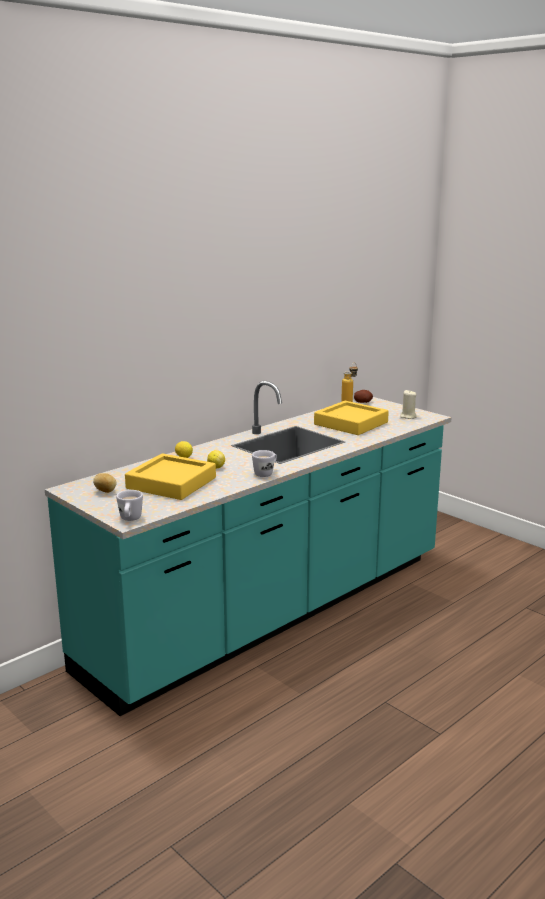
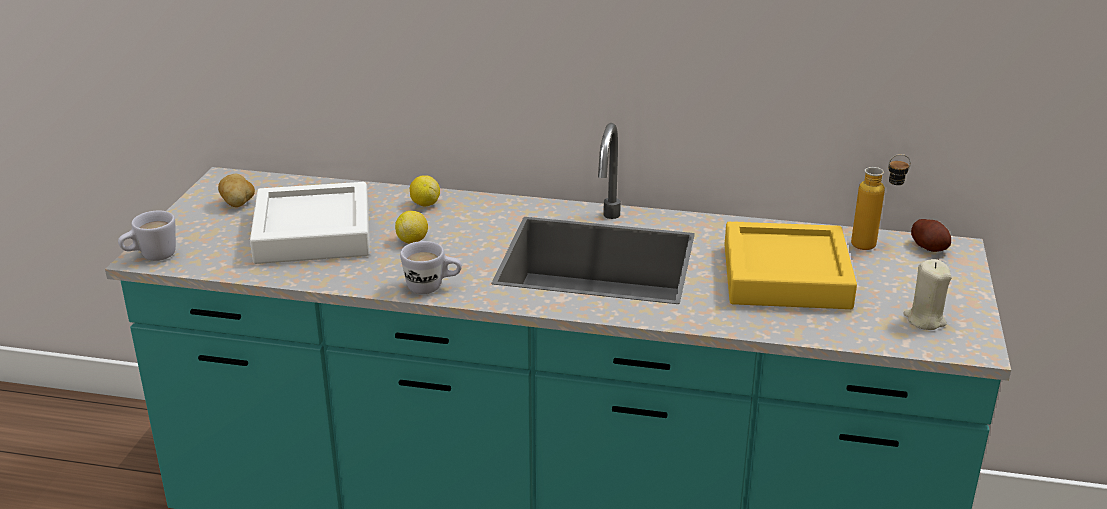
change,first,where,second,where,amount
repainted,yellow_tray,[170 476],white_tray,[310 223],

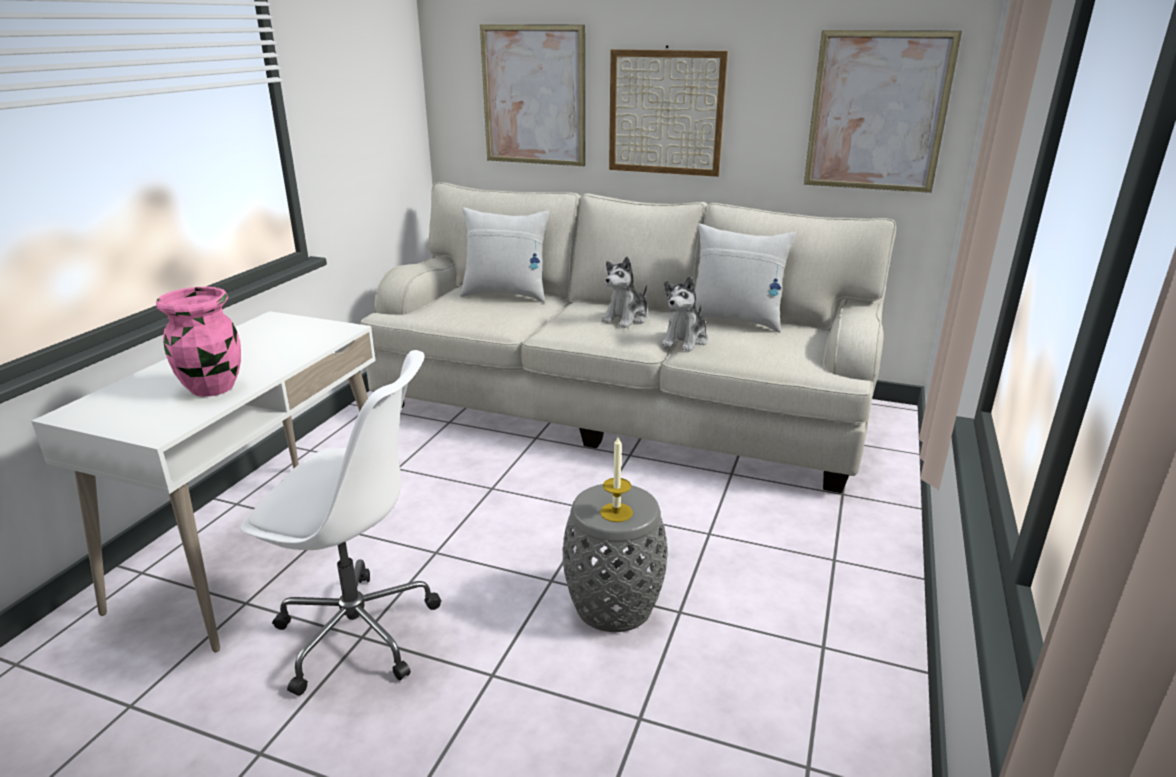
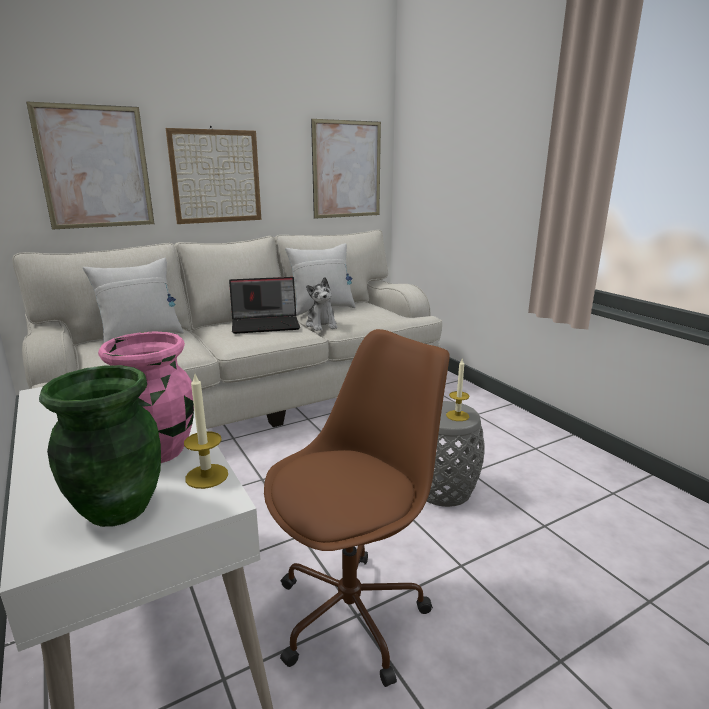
change,first,where,second,where,amount
new,,,green_vase,[100 446],
new,,,candle,[206 430],
swapped,plush_toy,[624 292],laptop,[264 305],
repainted,white_office_chair,[341 523],brown_office_chair,[357 508],

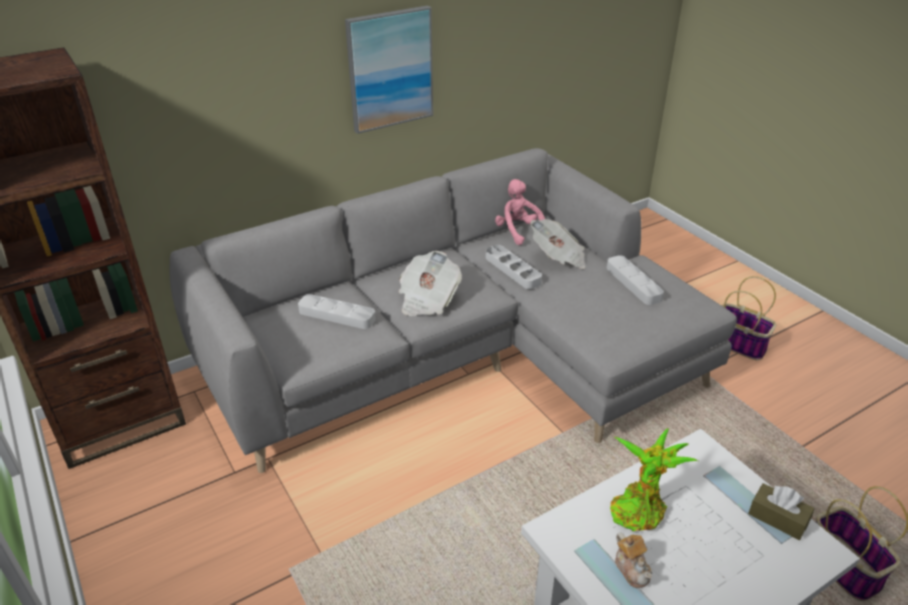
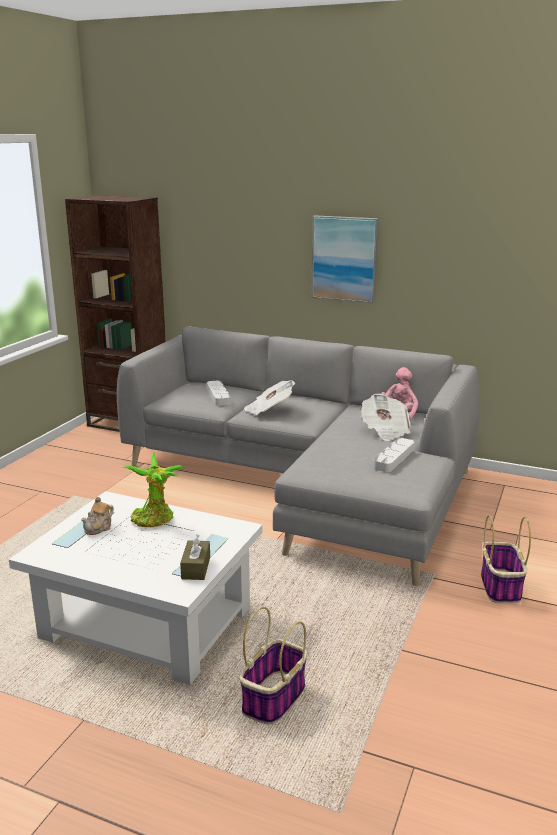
change,first,where,second,where,amount
gone,grey_tray,[514 267],,,

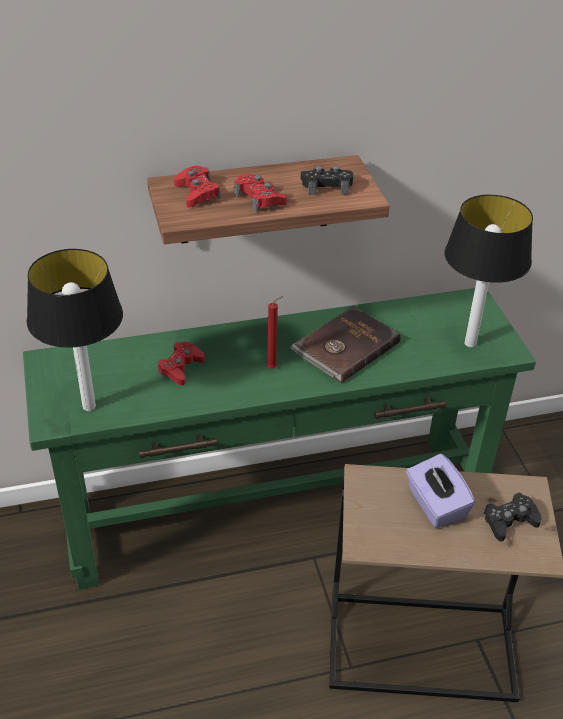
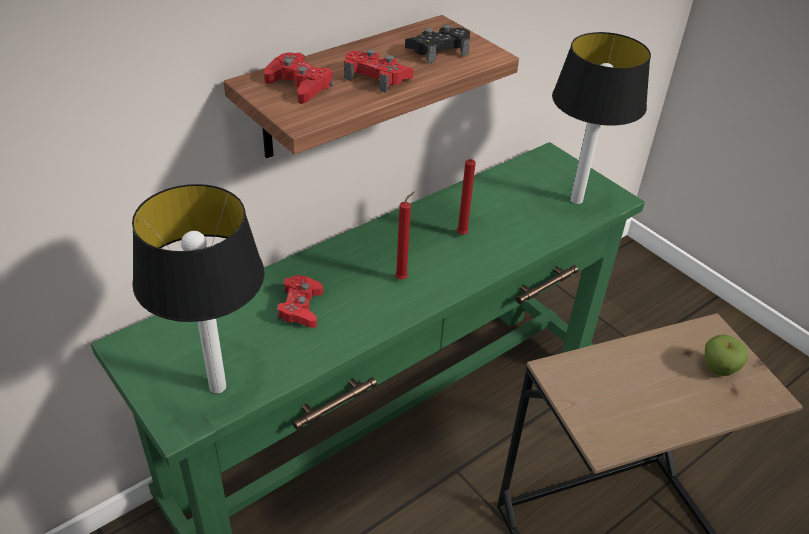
change,first,where,second,where,amount
swapped,brown_book,[345 344],red_candle,[466 196],
swapped,black_game_controller,[513 517],apple,[726 355],
gone,purple_tissue_box,[440 491],,,

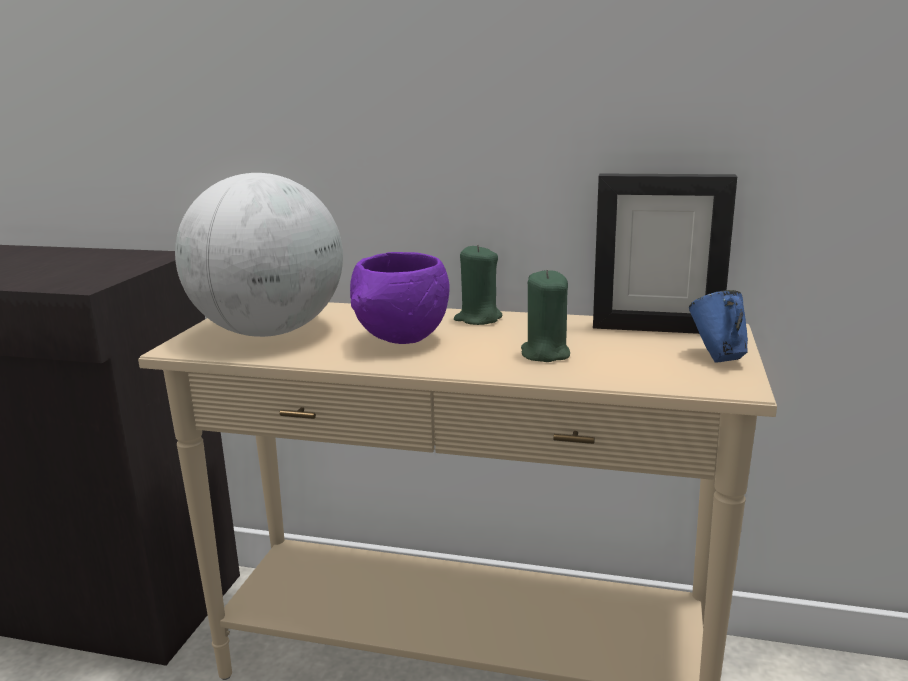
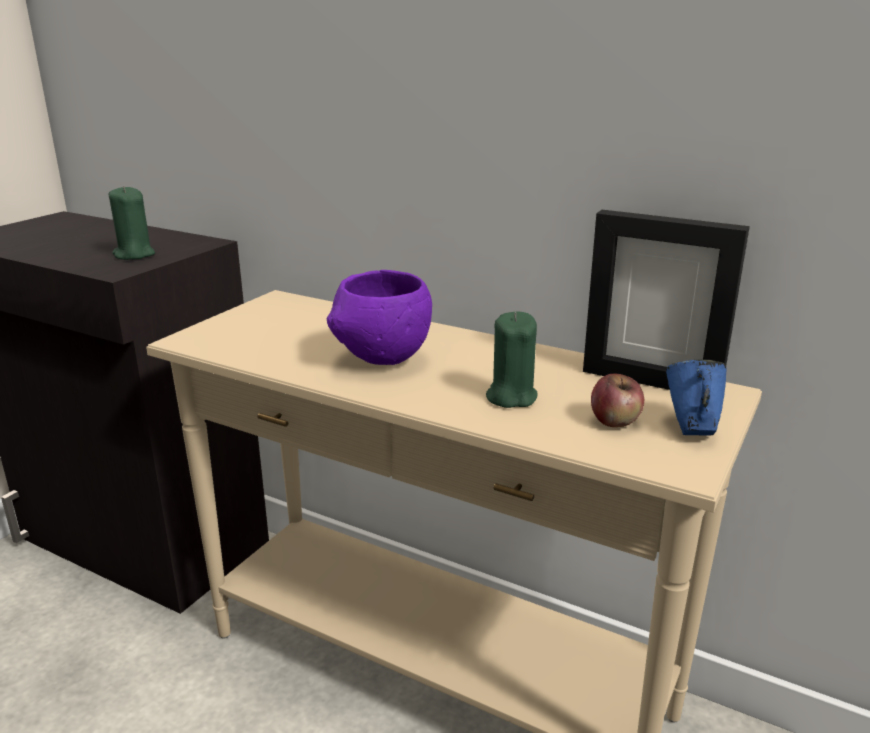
change,first,where,second,where,amount
shifted,green_candle,[478 284],,[132 223],
new,,,apple,[617 400],
gone,globe,[259 255],,,

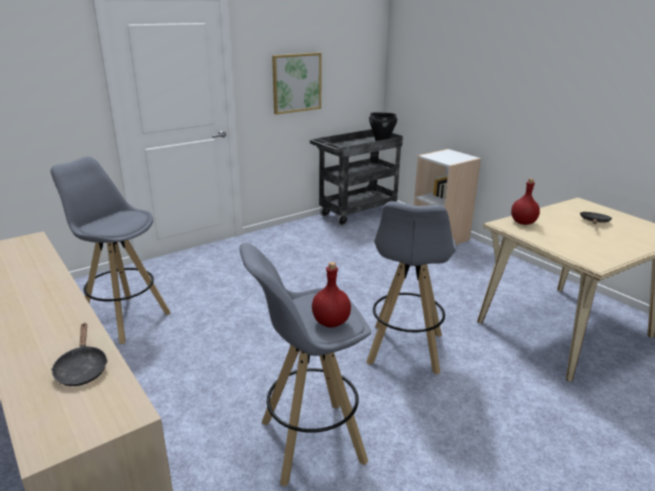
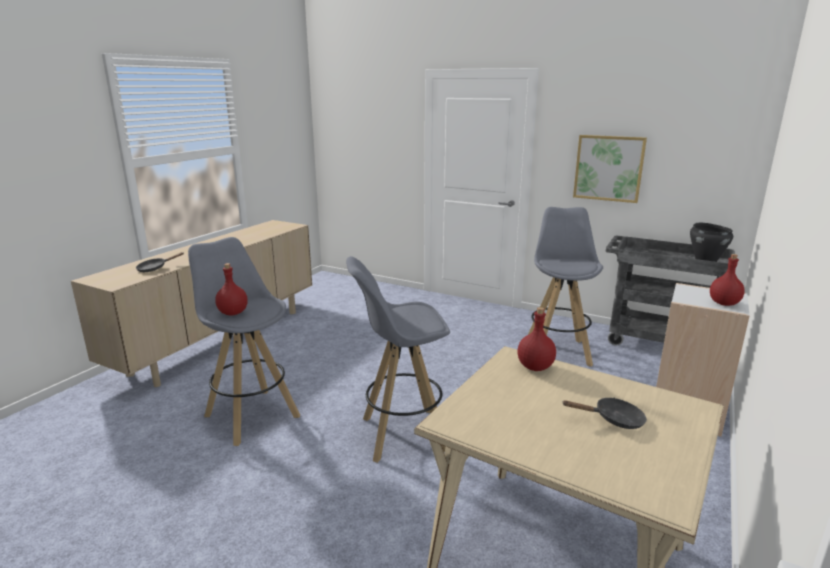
change,first,where,second,where,amount
shifted,grey_stool,[110 250],,[565 287],
new,,,red_bottle,[727 280],

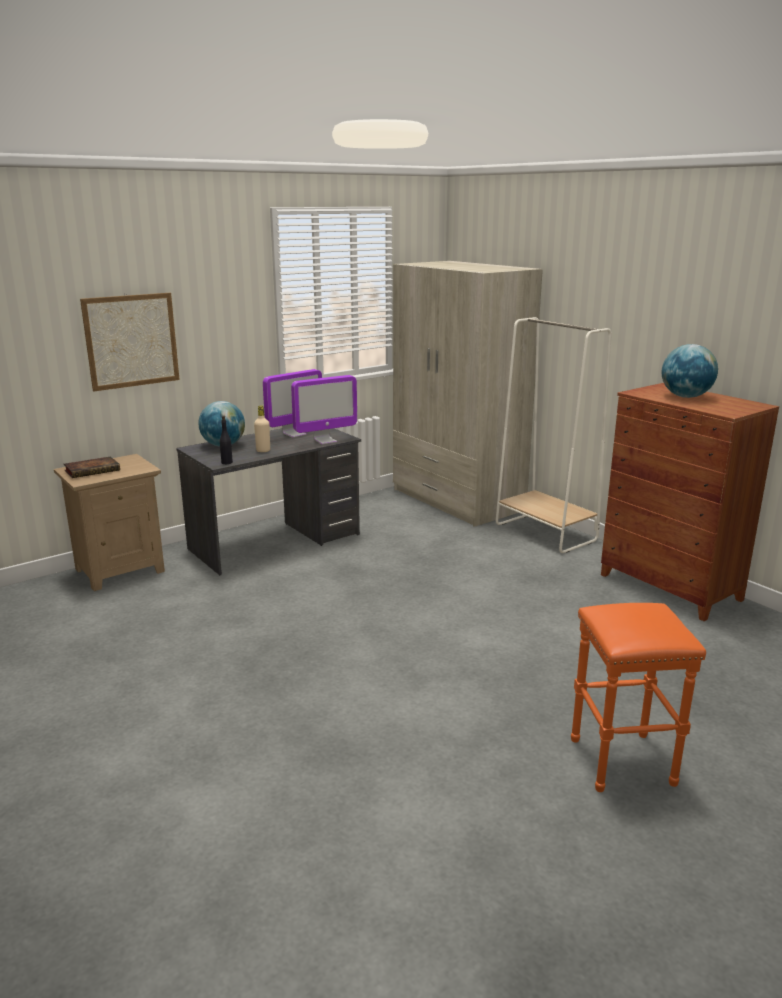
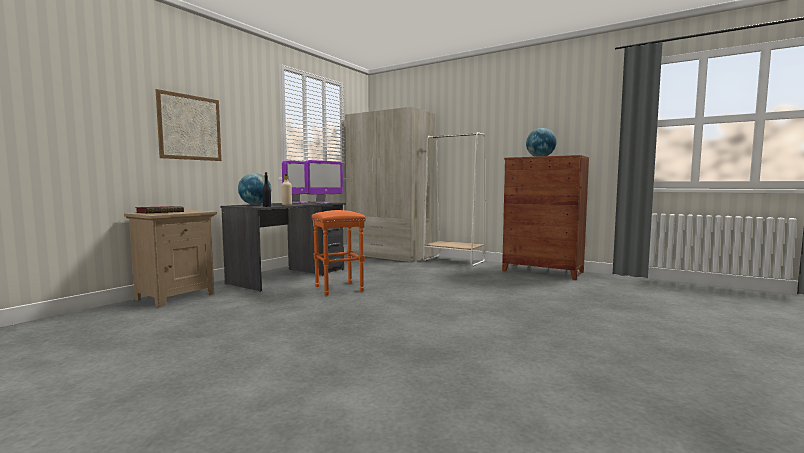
change,first,where,second,where,amount
shifted,orange_stool,[638 697],,[338 253],

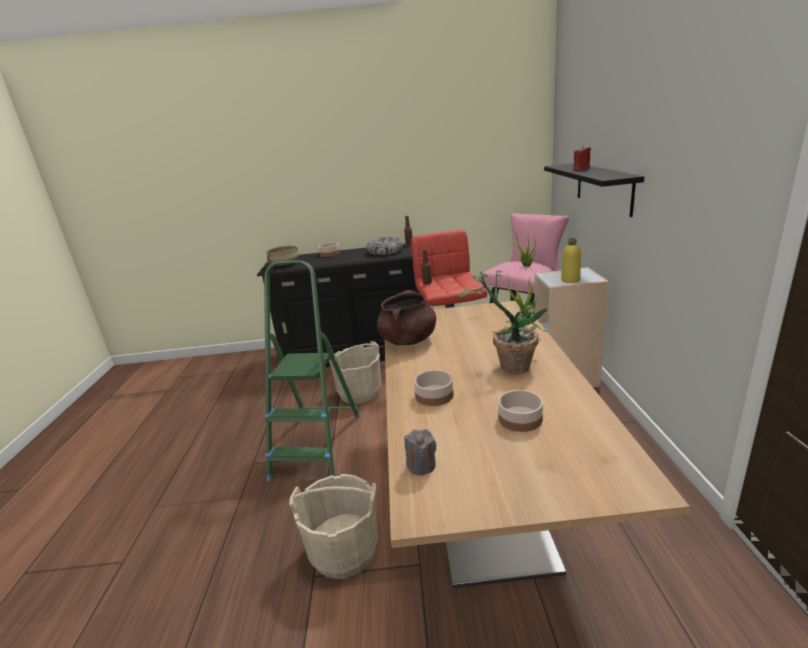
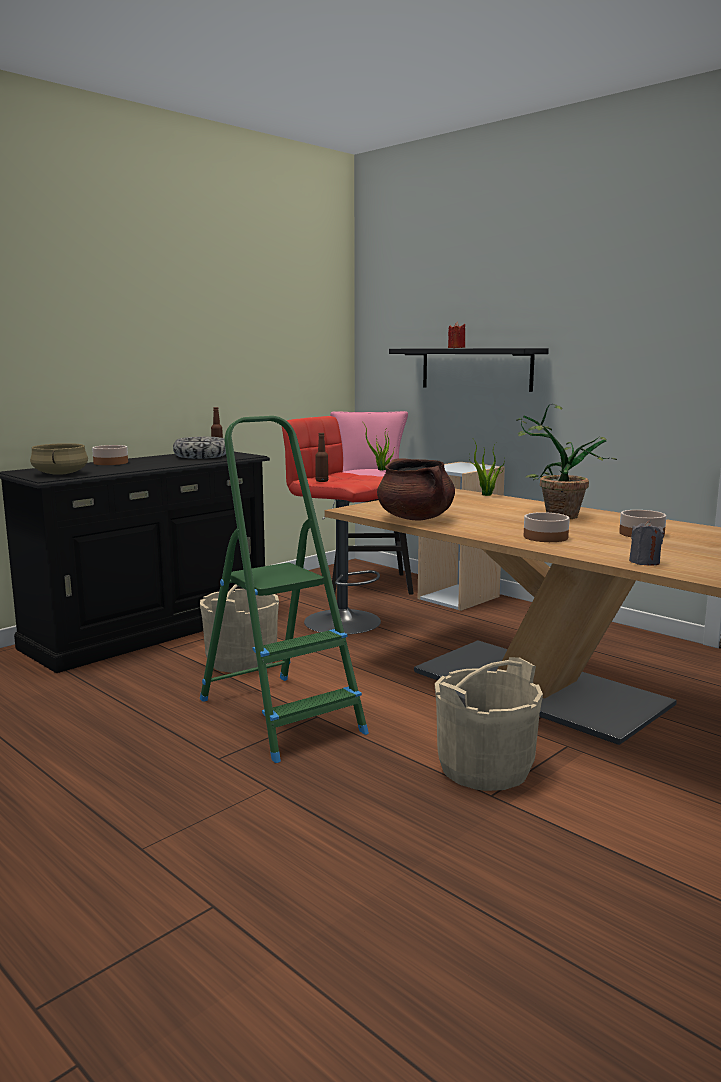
change,first,where,second,where,amount
gone,yellow_bottle,[571 260],,,

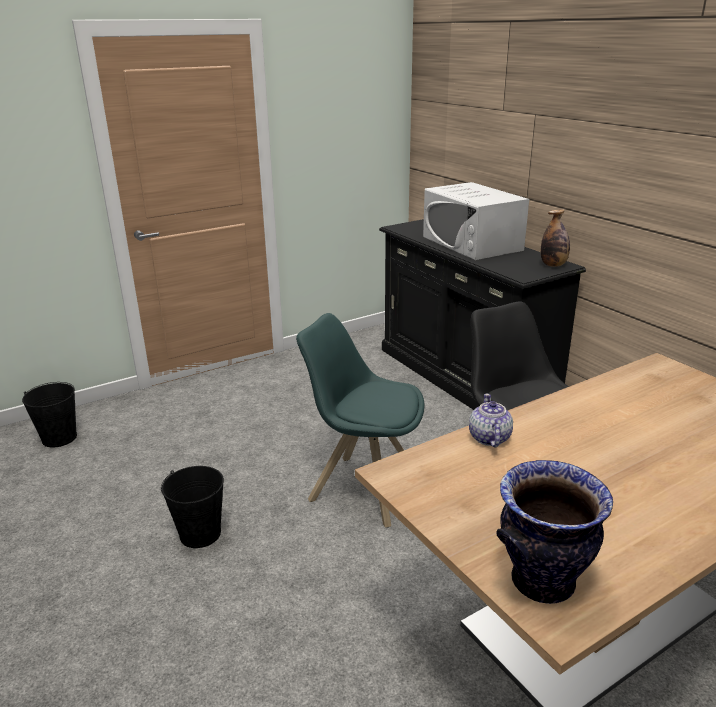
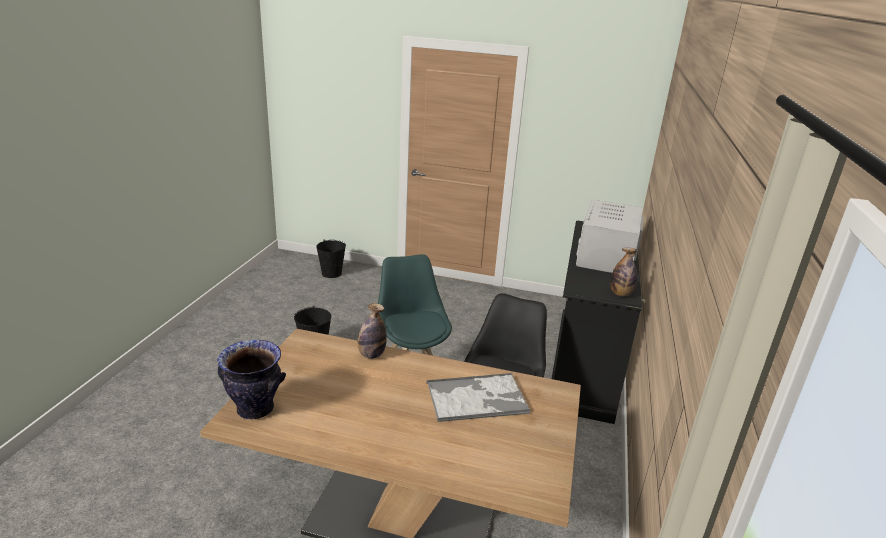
change,first,where,second,where,amount
swapped,teapot,[491 421],bottle,[372 331],
new,,,tray,[478 397],

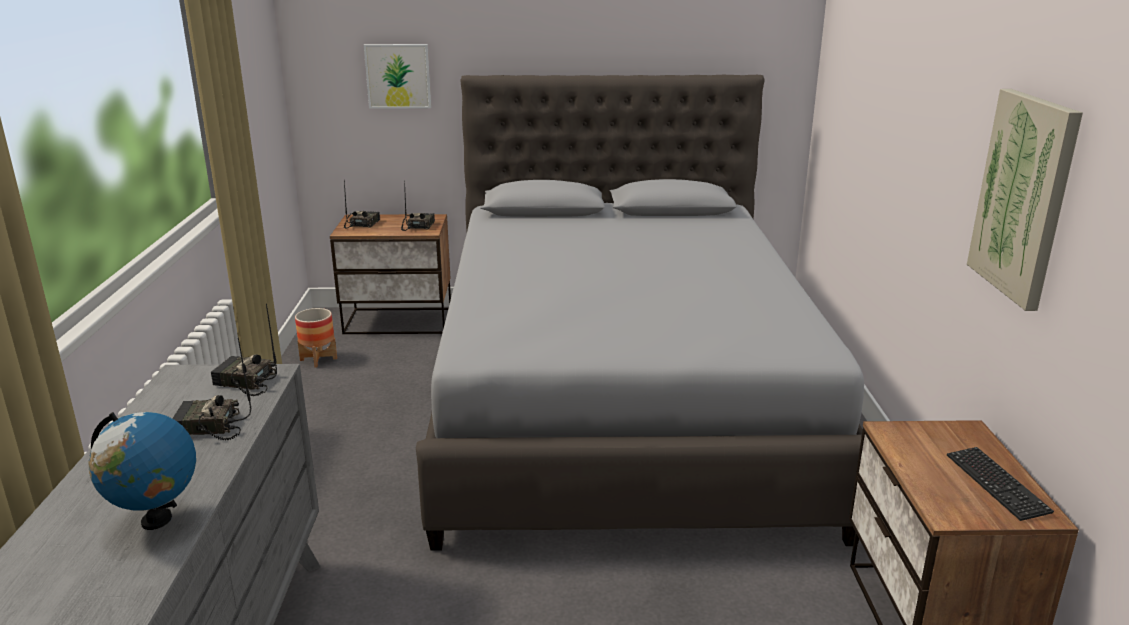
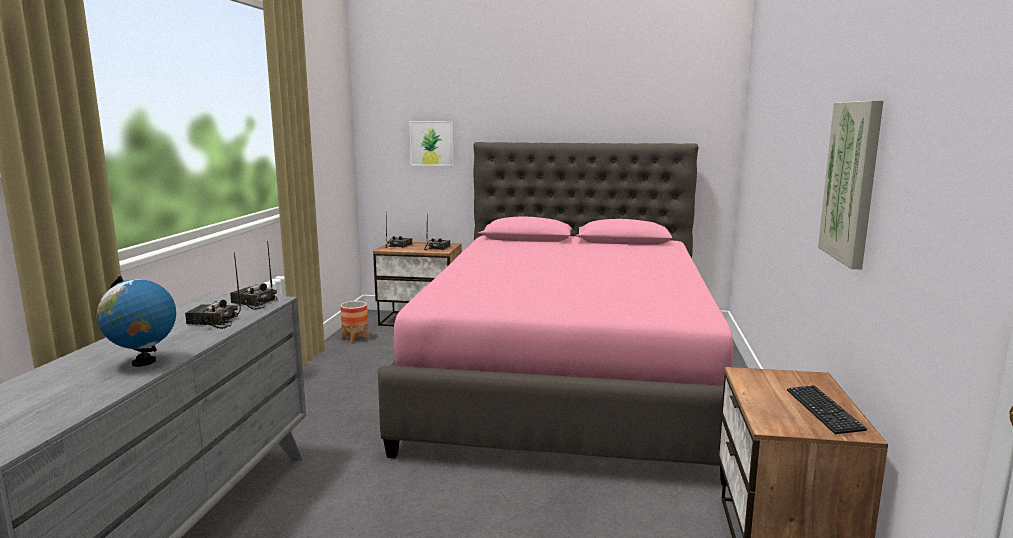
change,first,where,second,where,amount
repainted,grey_bed,[640 313],pink_bed,[555 314],

